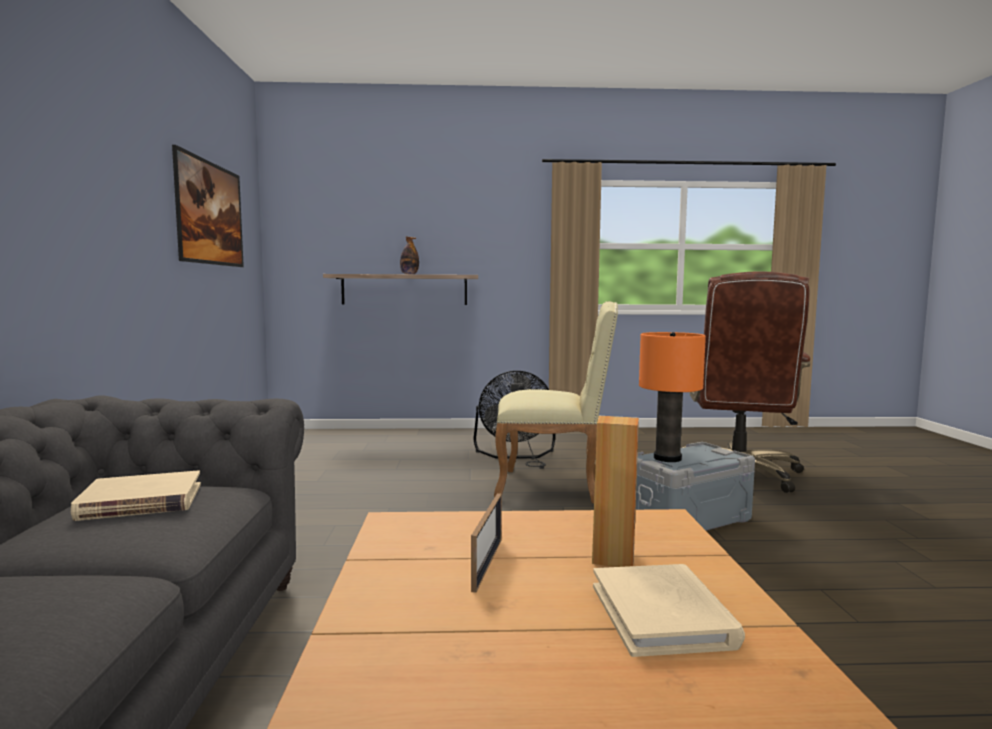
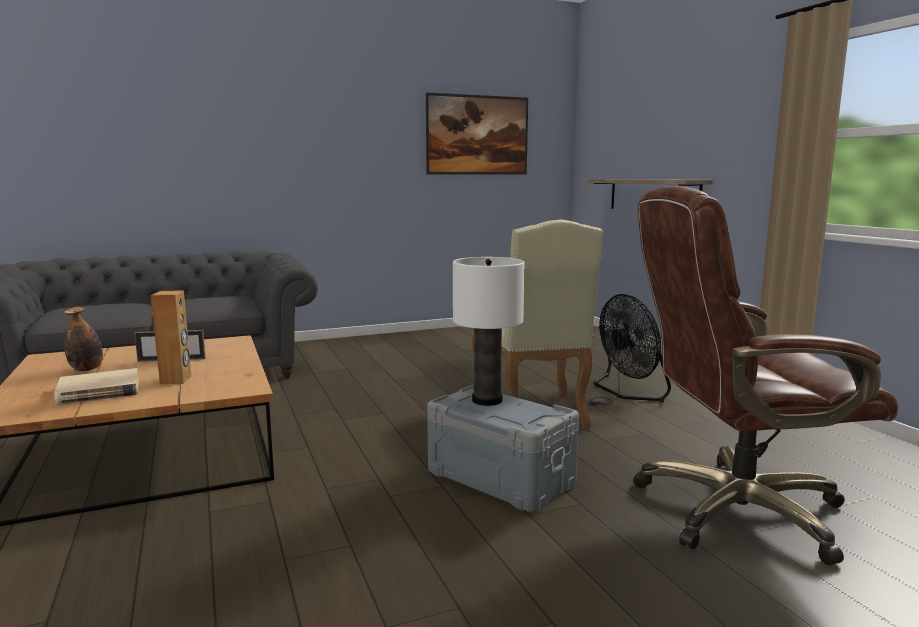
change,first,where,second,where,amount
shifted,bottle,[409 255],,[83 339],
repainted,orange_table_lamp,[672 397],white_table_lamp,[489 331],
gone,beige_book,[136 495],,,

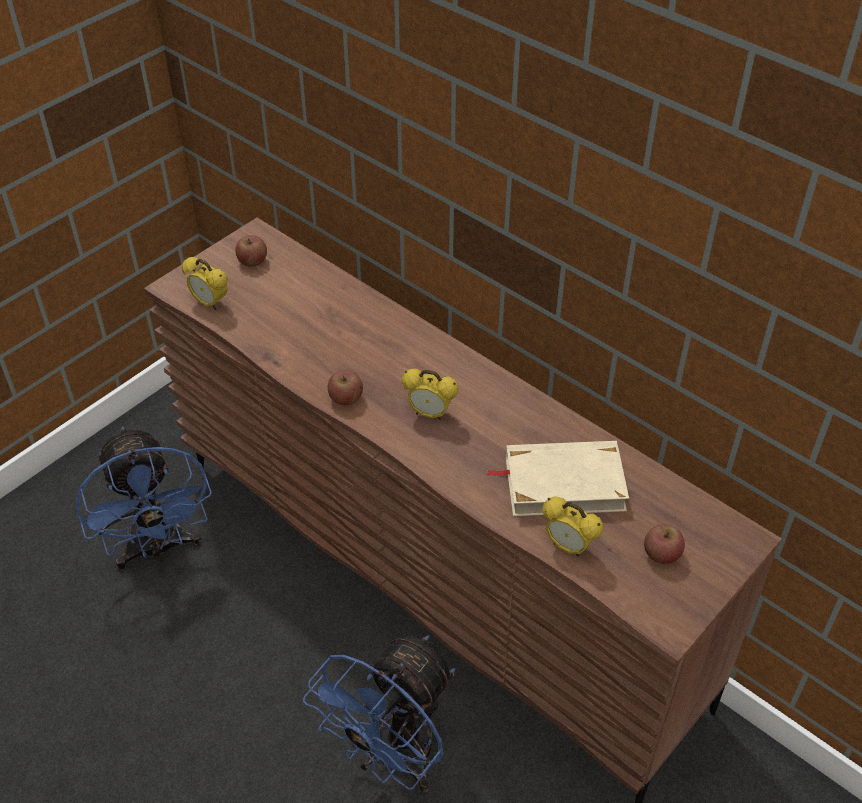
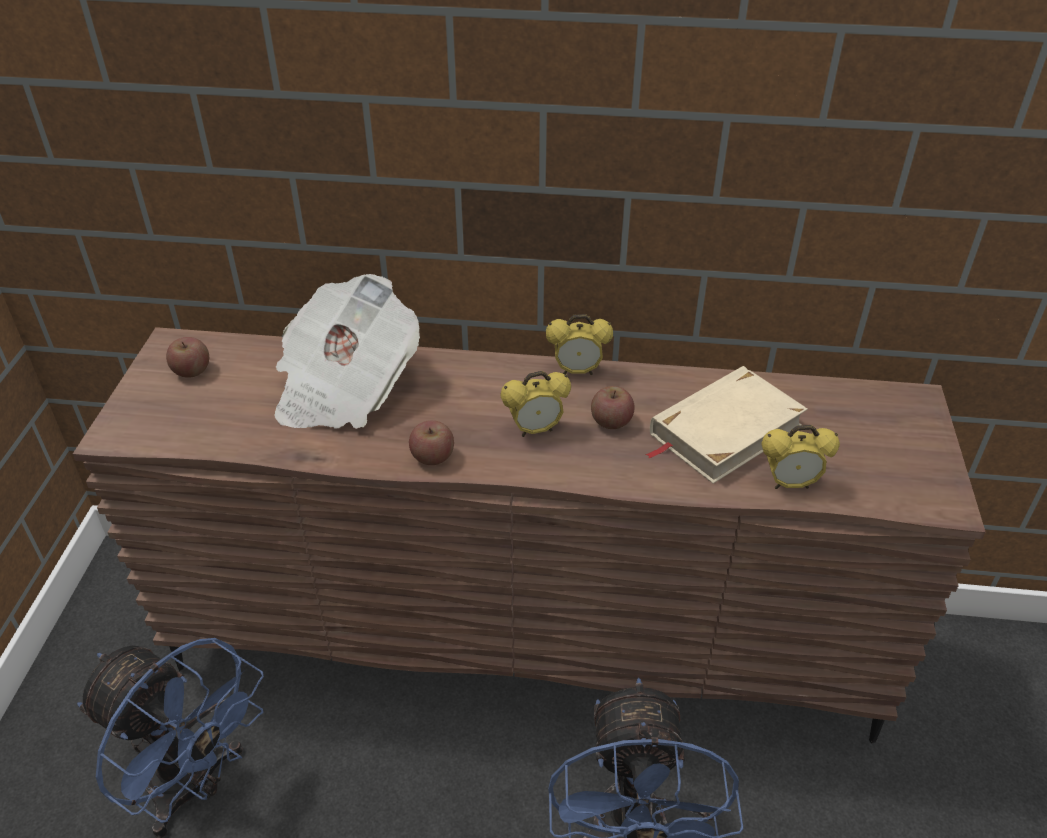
change,first,where,second,where,amount
new,,,newspaper,[347 351],
shifted,alarm_clock,[205 283],,[579 344],
shifted,apple,[664 544],,[612 407],

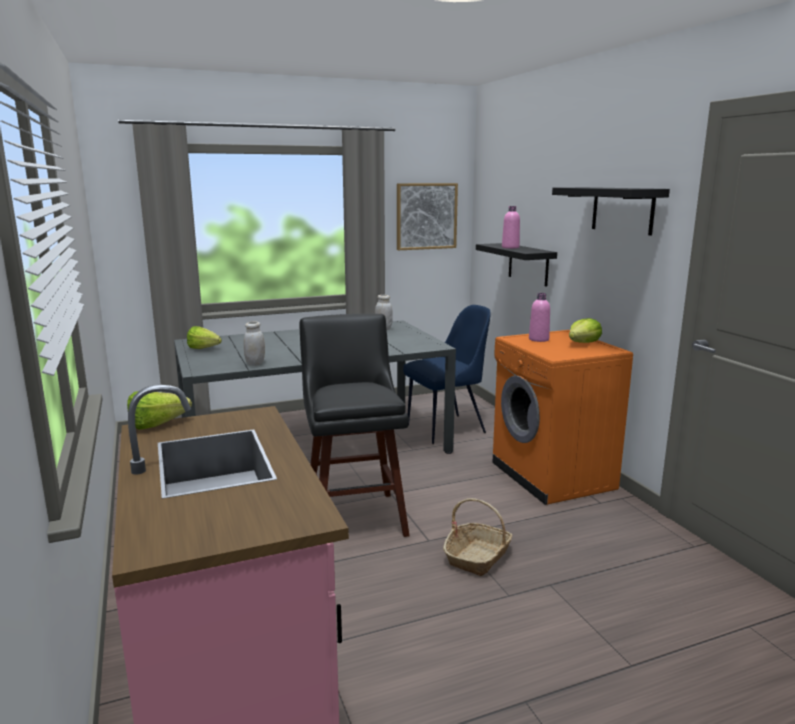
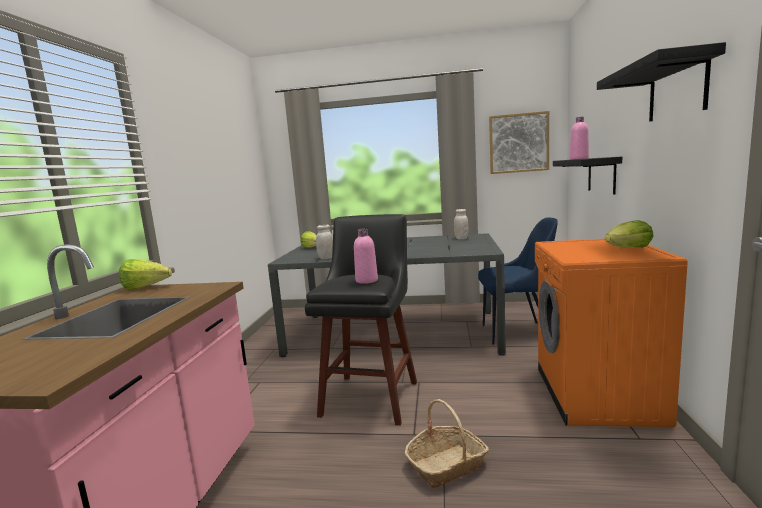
change,first,where,second,where,amount
shifted,pink_bottle,[539 317],,[366 256],

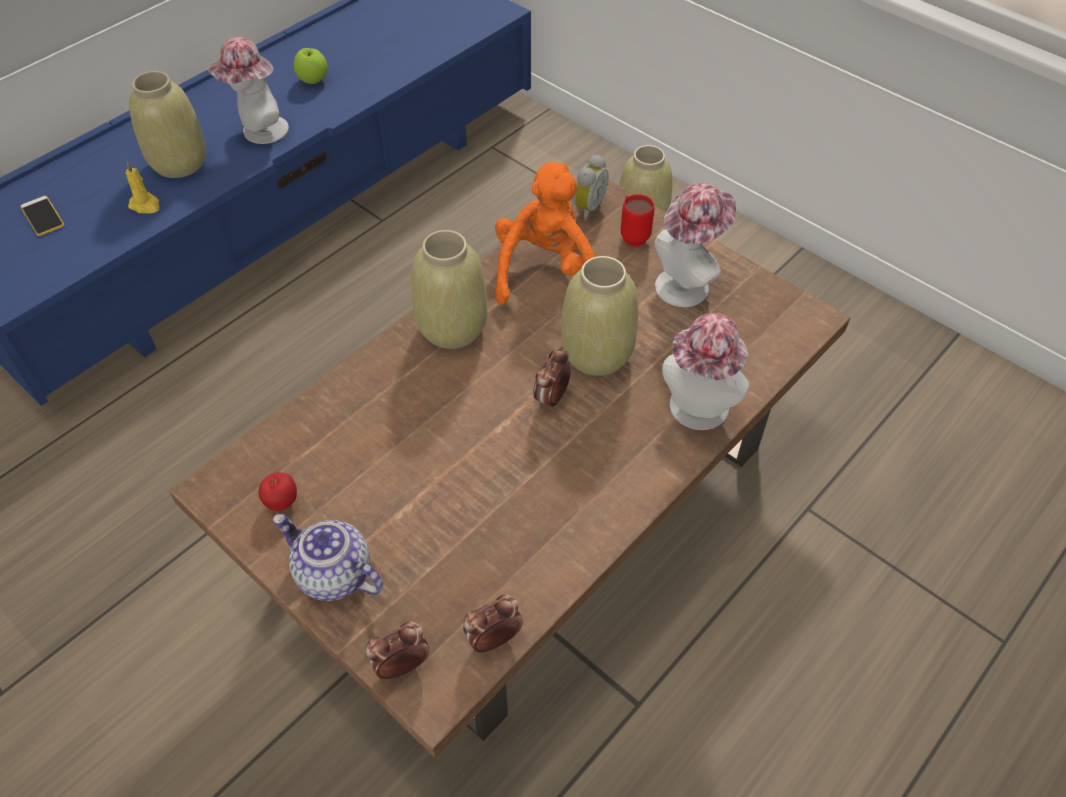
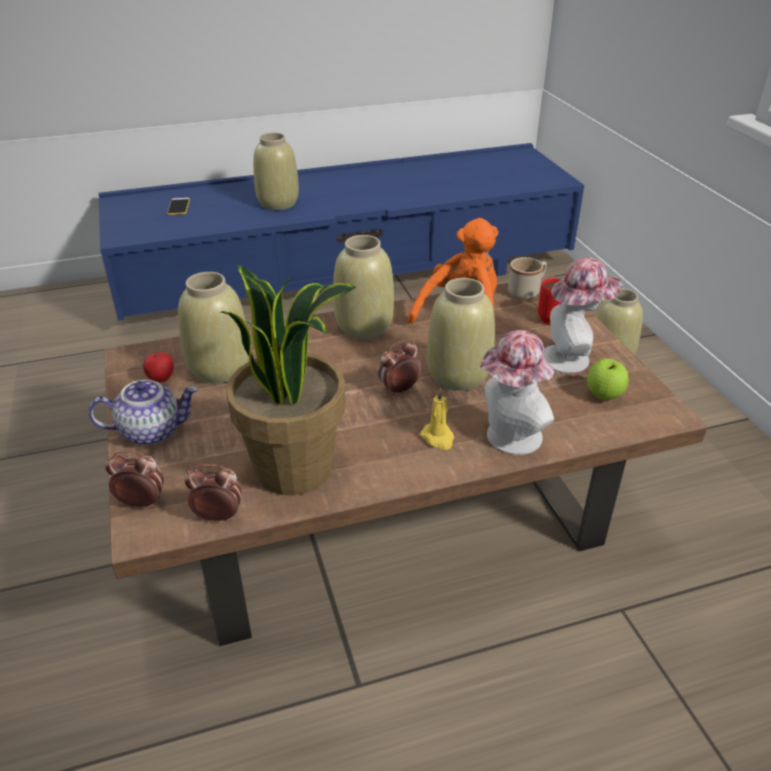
change,first,where,second,where,amount
rotated,teapot,[328 557],,[143 412],105 degrees clockwise
new,,,beige_vase,[213 327],
new,,,potted_plant,[288 379],
shifted,yellow_candle,[142 188],,[437 419],
swapped,alarm_clock,[591 187],beige_mug,[527 278],
shifted,apple,[310 66],,[608 379],
gone,hat,[248 90],,,

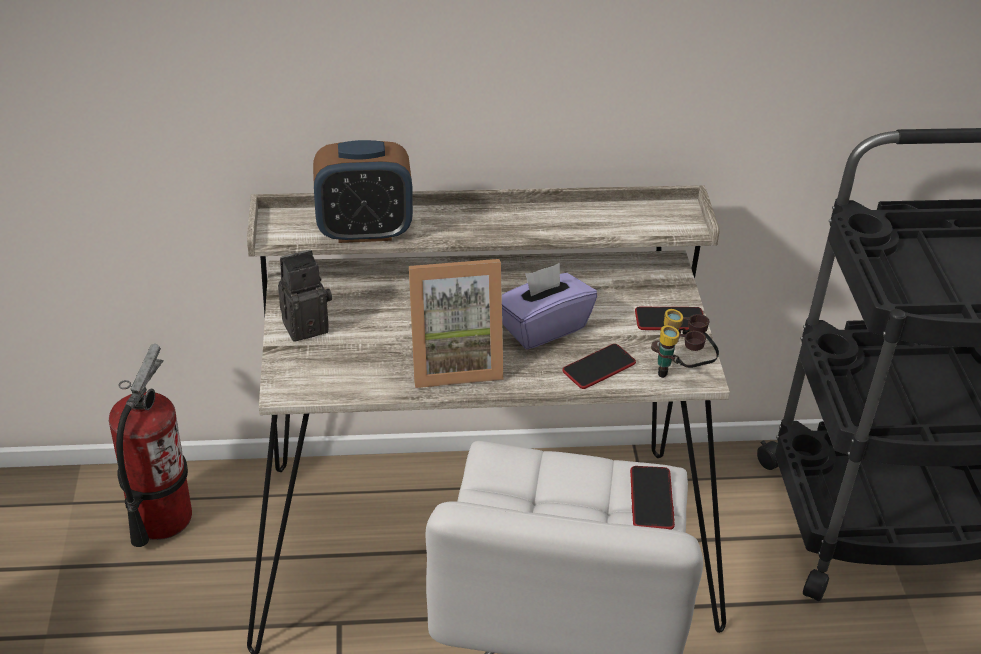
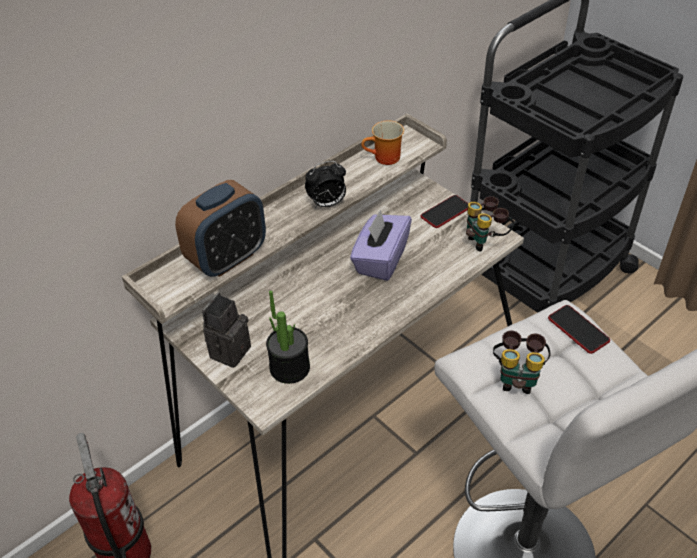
change,first,where,second,where,amount
new,,,potted_plant,[288 337],
new,,,alarm_clock,[325 184],
new,,,mug,[382 142],
new,,,binoculars,[521 362],
gone,picture_frame,[456 323],,,
gone,phone,[599 366],,,

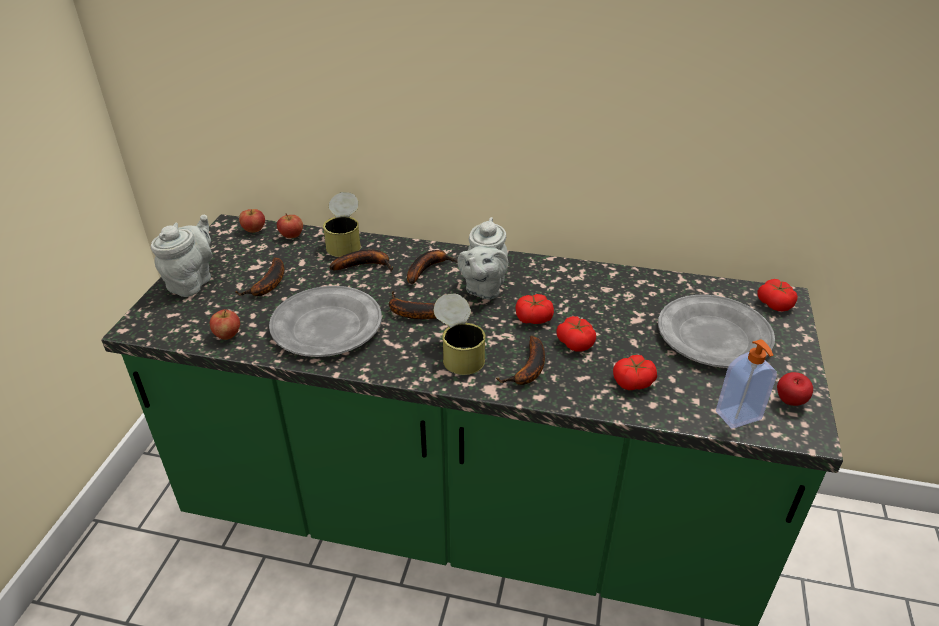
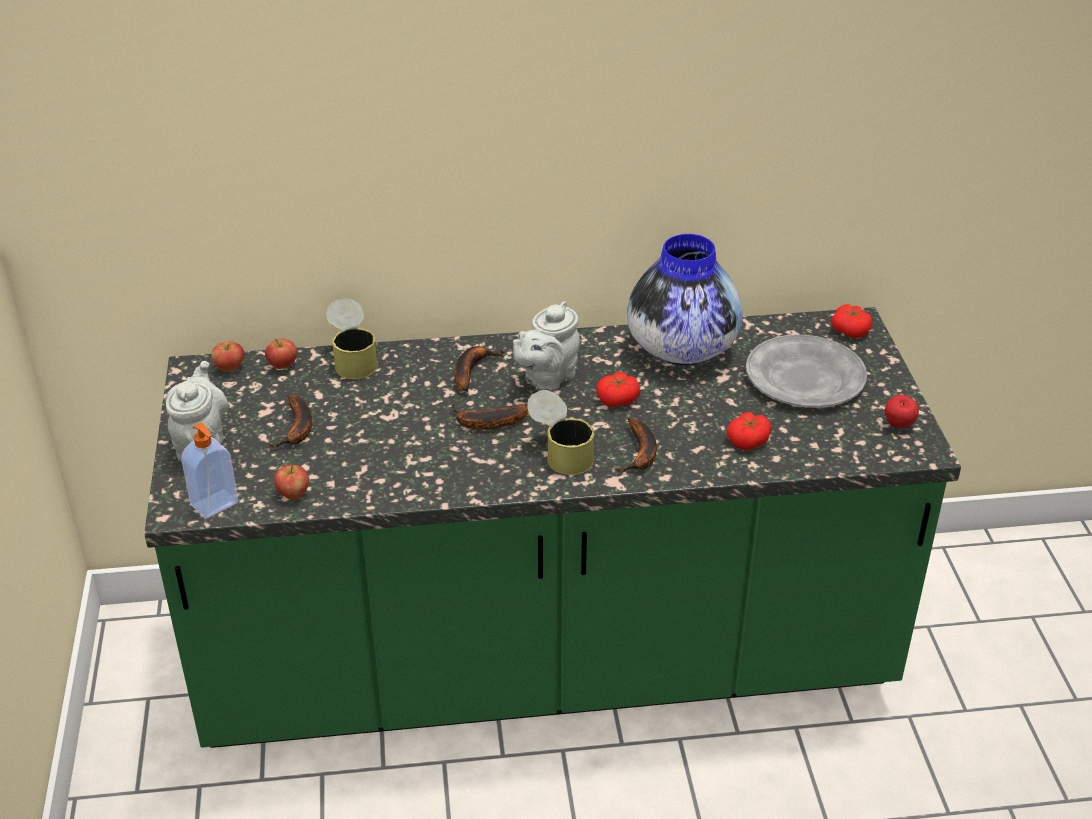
change,first,where,second,where,amount
shifted,soap_dispenser,[746 384],,[209 471],
rotated,grey_teapot,[482 258],,[546 346],45 degrees clockwise
new,,,vase,[685 299],
gone,grey_plate,[325 321],,,
gone,banana,[361 260],,,
gone,tomato,[576 334],,,

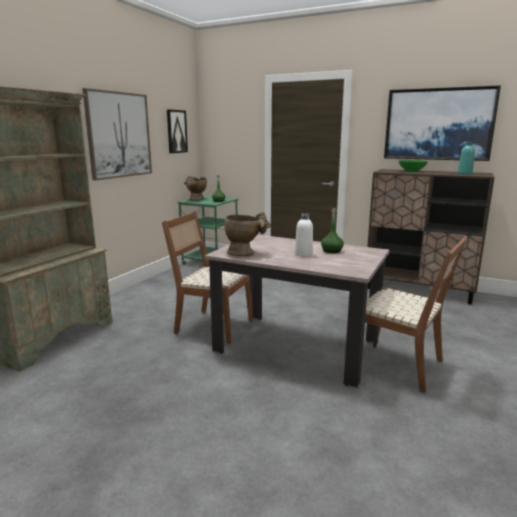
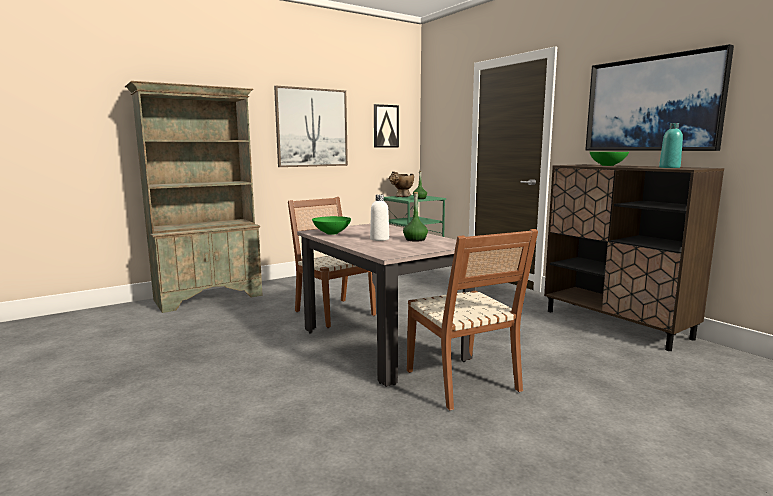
change,first,where,second,where,amount
swapped,beige_vase,[248 234],green_bowl,[331 225],

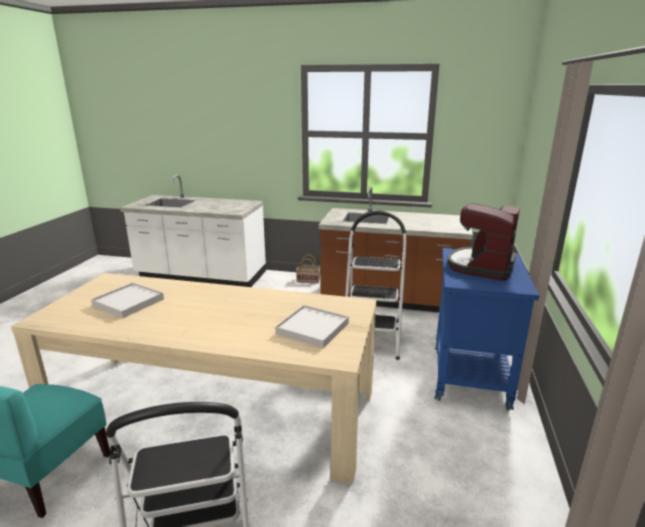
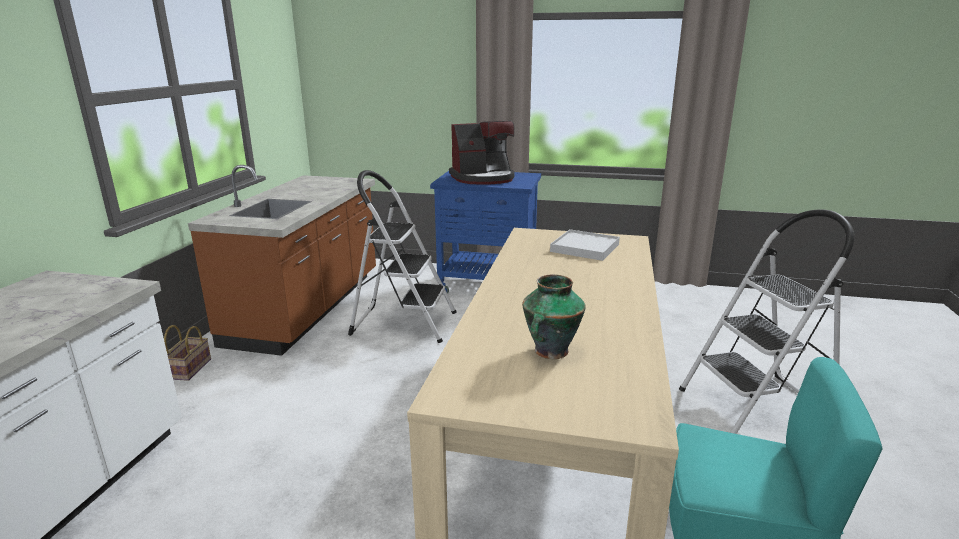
change,first,where,second,where,amount
rotated,coffee_machine,[483 242],,[482 152],45 degrees counterclockwise
swapped,white_tray,[127 300],vase,[554 316],

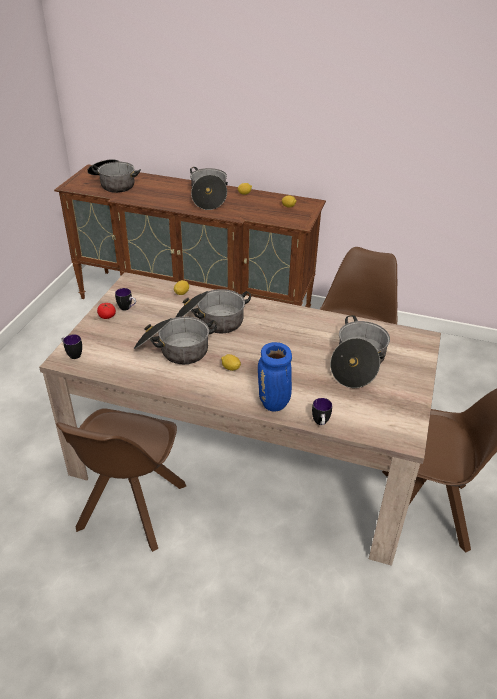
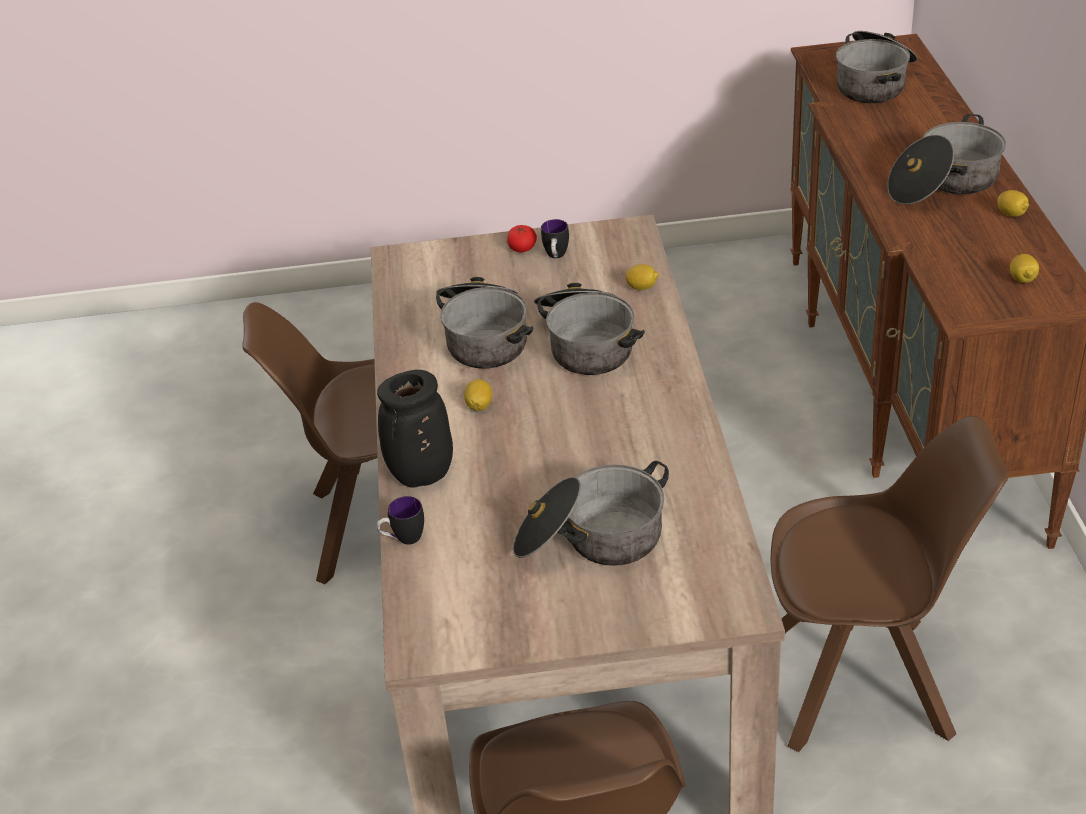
change,first,where,second,where,amount
repainted,blue_vase,[275 376],black_vase,[415 429],
gone,mug,[72 346],,,

